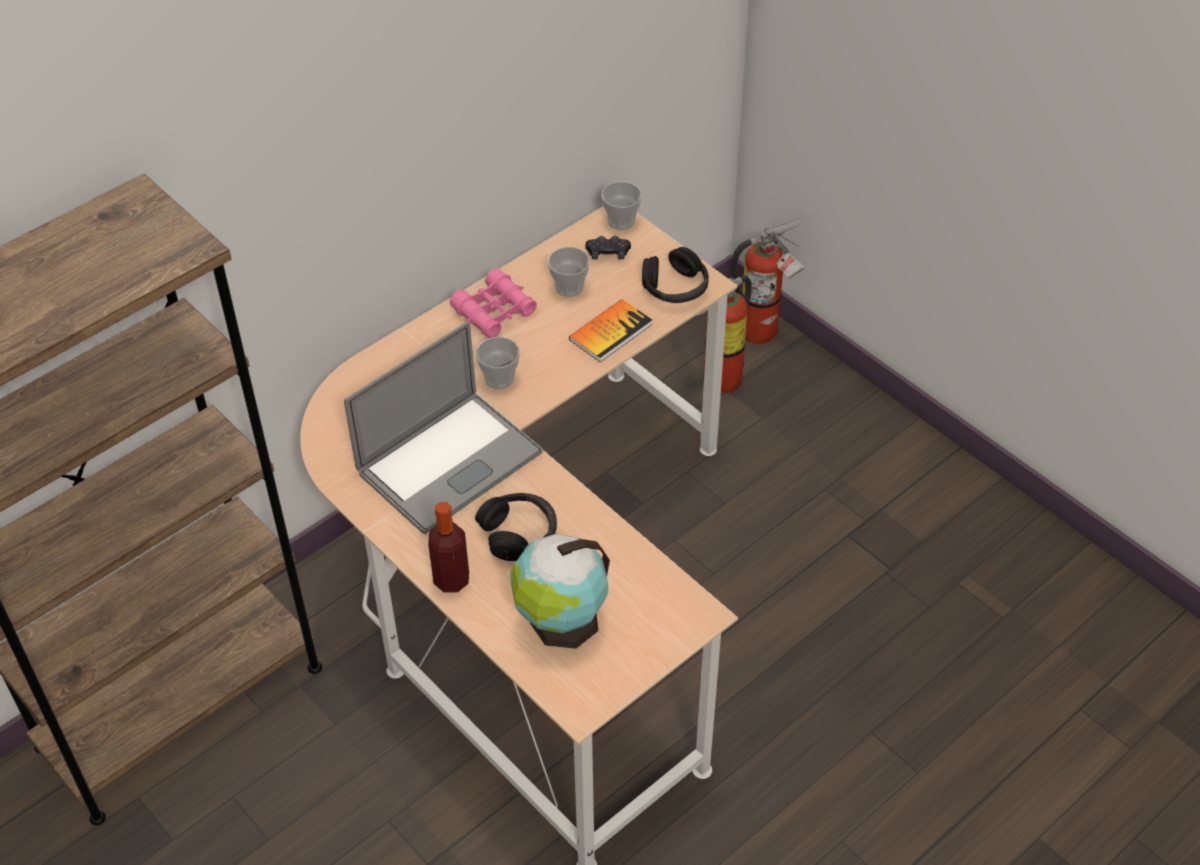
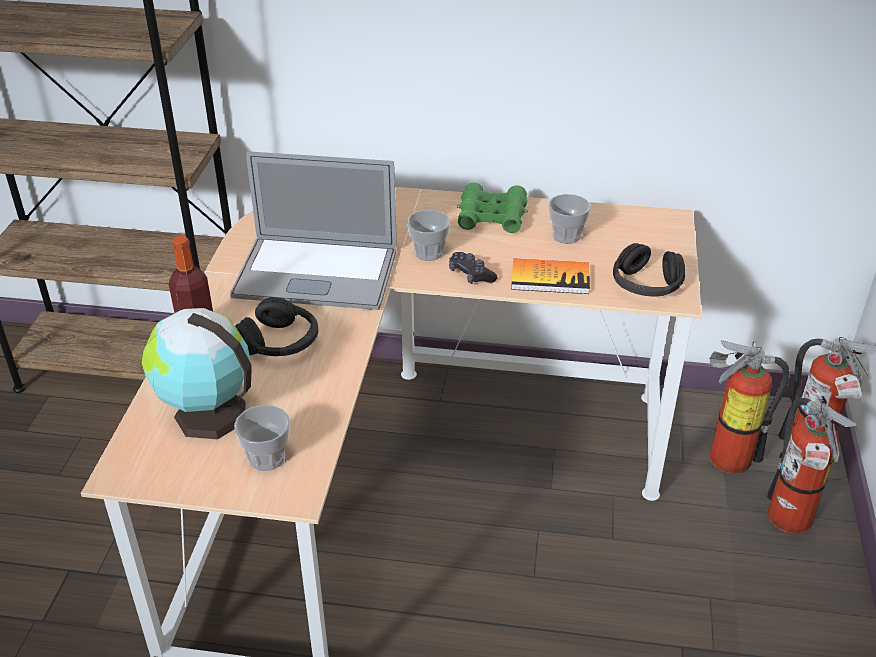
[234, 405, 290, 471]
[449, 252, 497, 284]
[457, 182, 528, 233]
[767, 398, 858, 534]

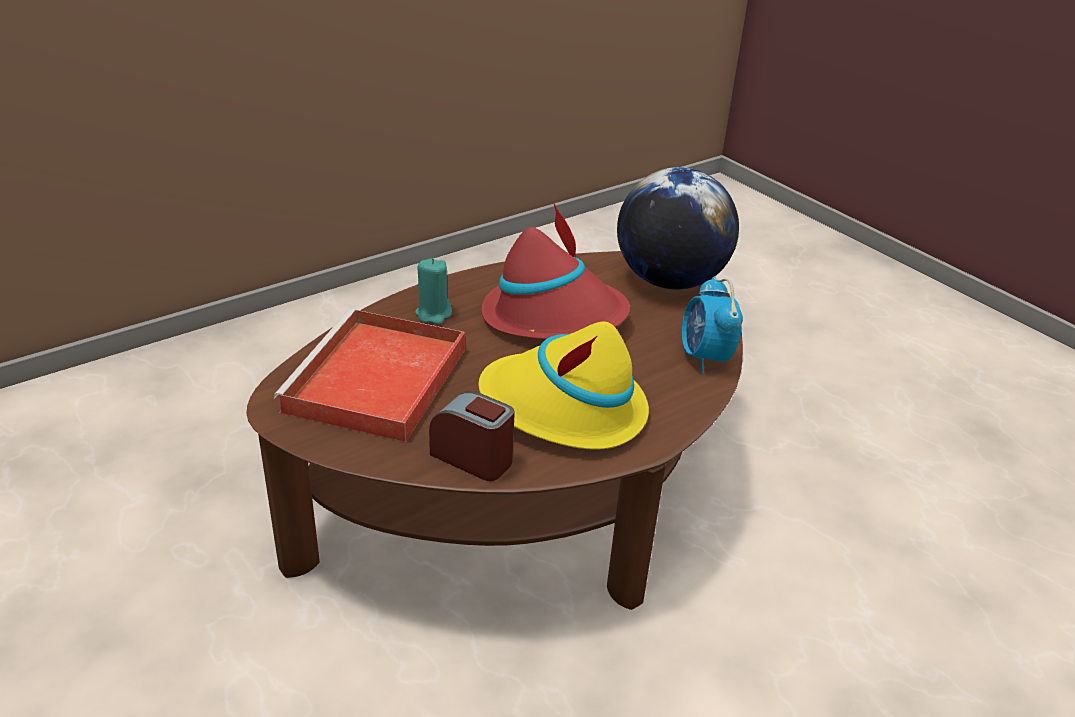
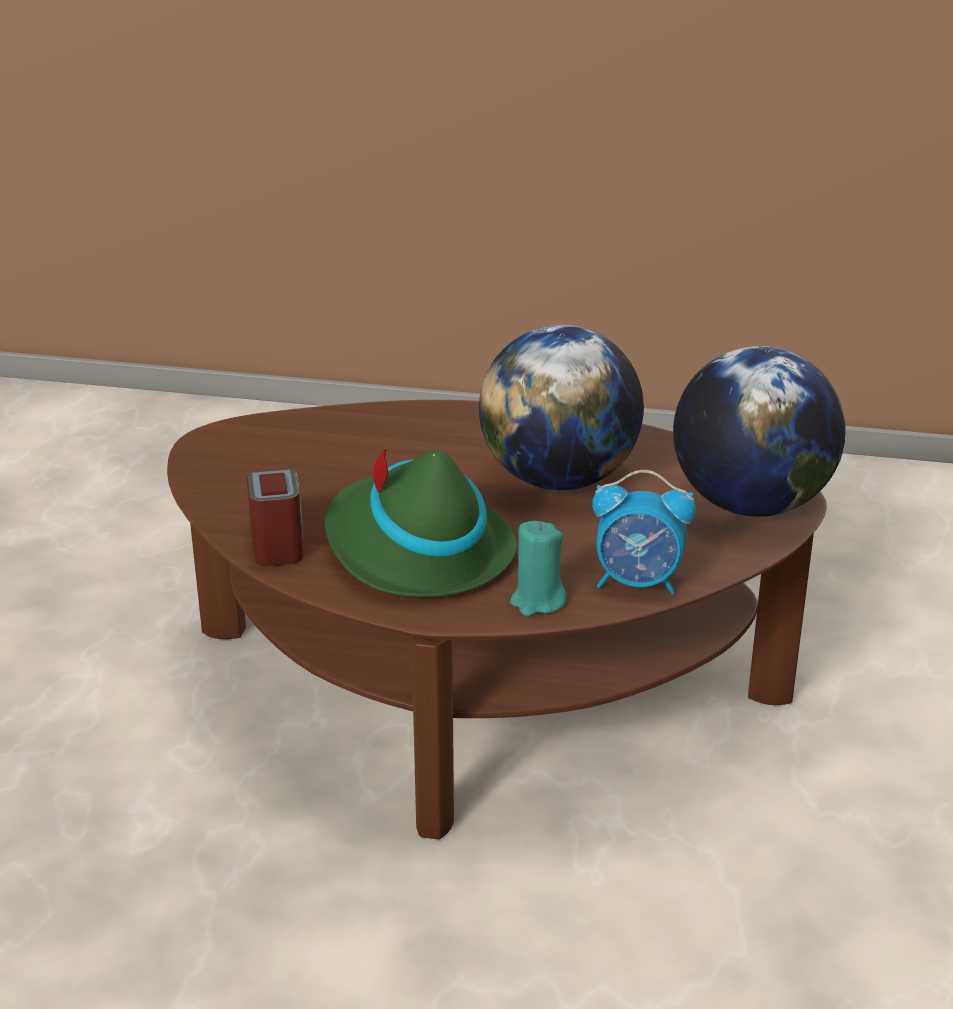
[479, 325, 644, 490]
[510, 521, 567, 616]
[592, 470, 696, 595]
[273, 309, 465, 442] (first image)
[325, 448, 517, 597]

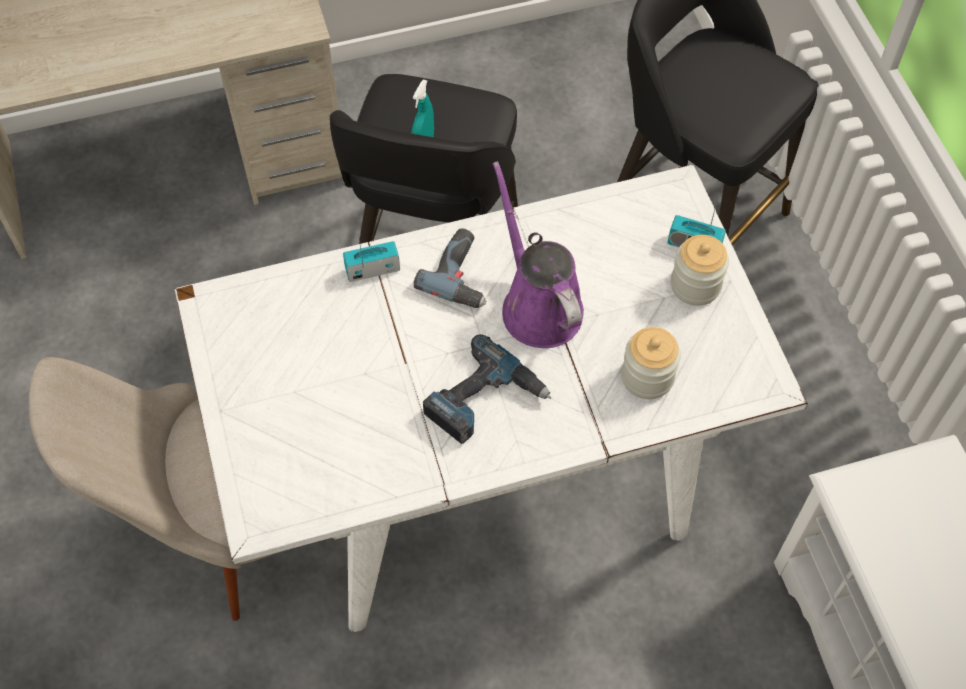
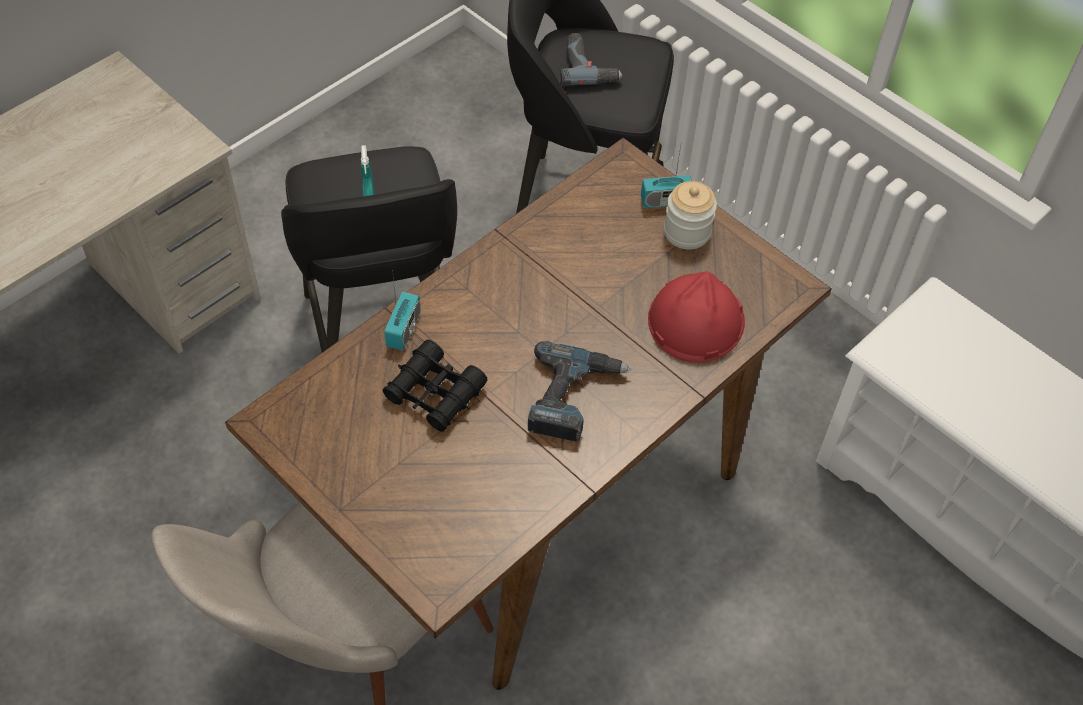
[493, 161, 584, 348] (first image)
[225, 138, 832, 690]
[560, 33, 622, 86]
[384, 270, 421, 351]
[648, 272, 745, 362]
[383, 340, 487, 432]

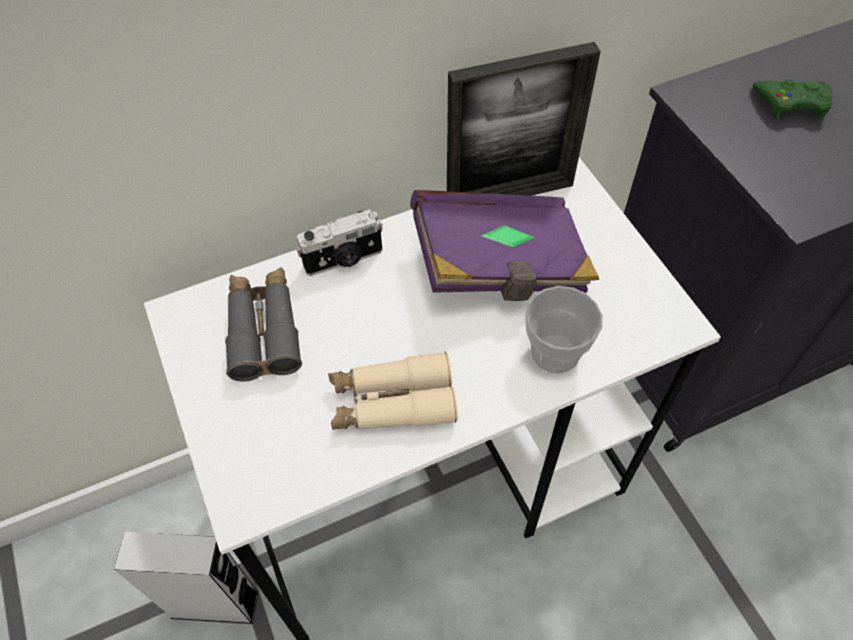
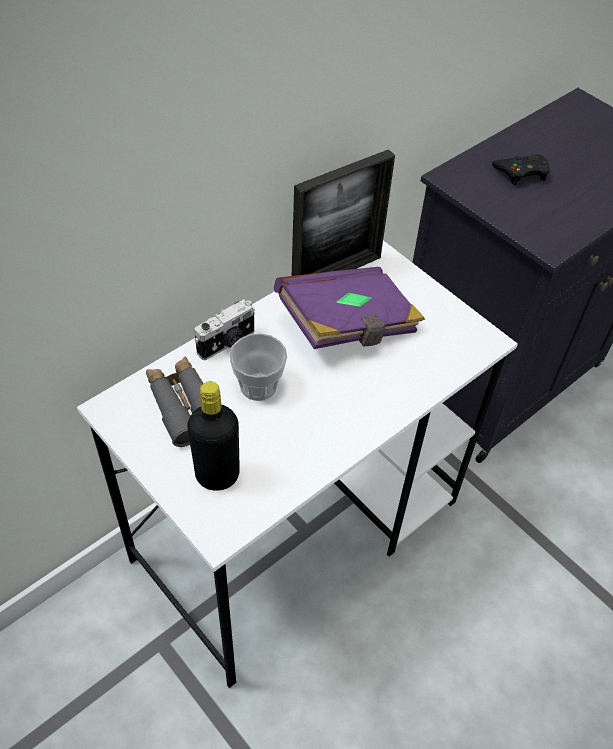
[492, 154, 550, 186]
[229, 333, 287, 401]
[328, 351, 458, 430] (first image)
[114, 532, 259, 624] (first image)
[187, 382, 240, 491]

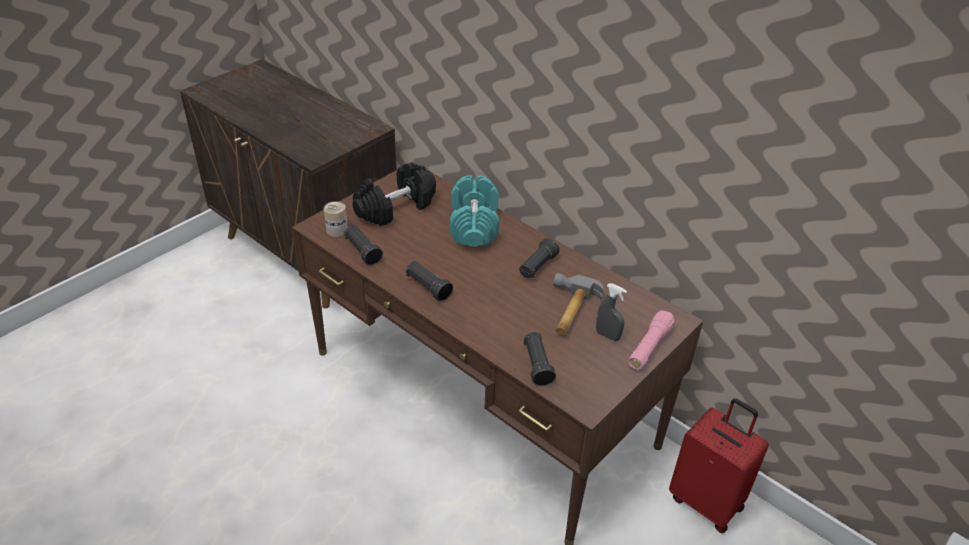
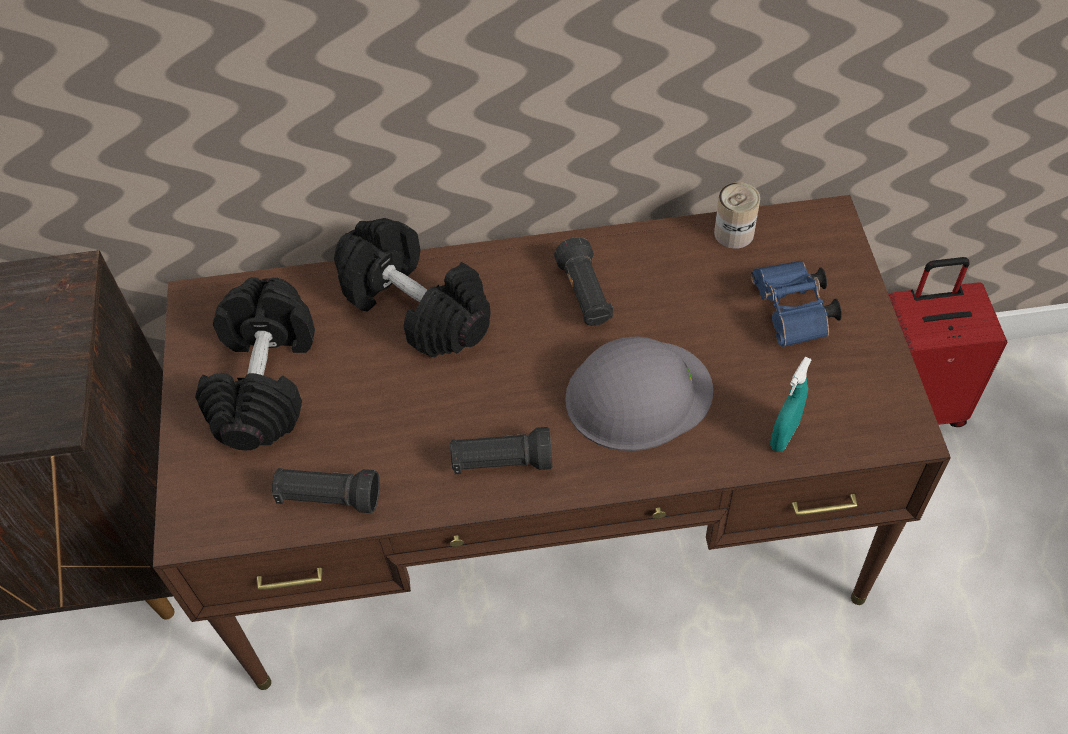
[334, 218, 491, 357]
[714, 182, 760, 249]
[553, 273, 603, 336] (first image)
[751, 261, 842, 347]
[628, 310, 675, 370] (first image)
[770, 357, 812, 452]
[565, 337, 713, 451]

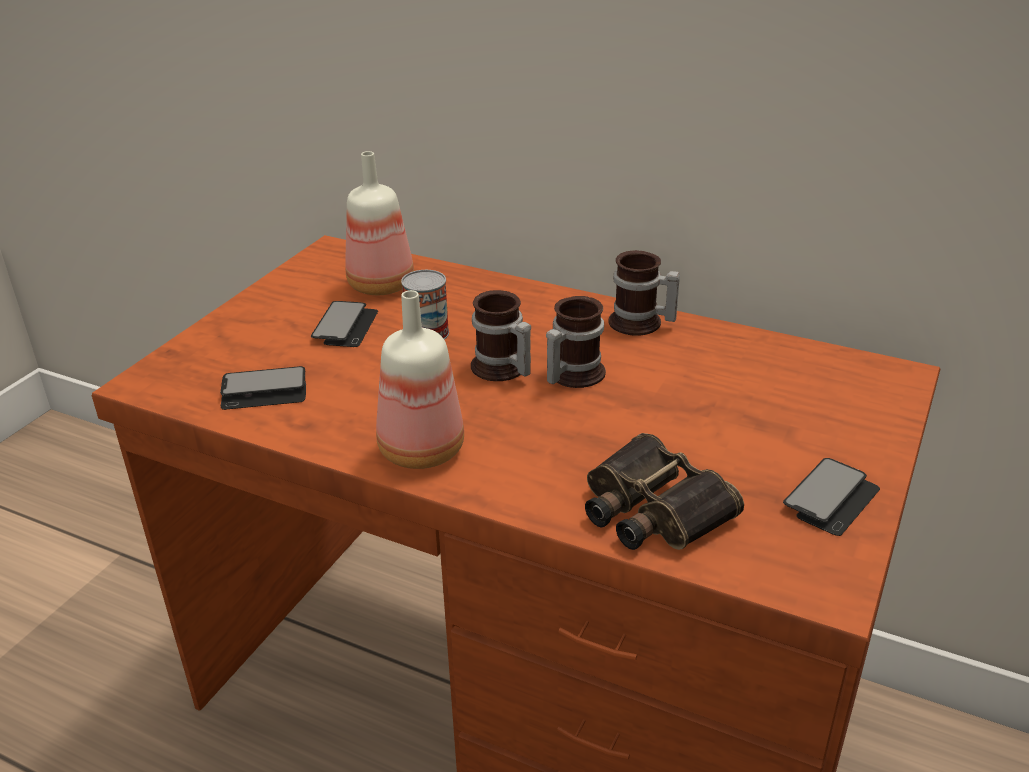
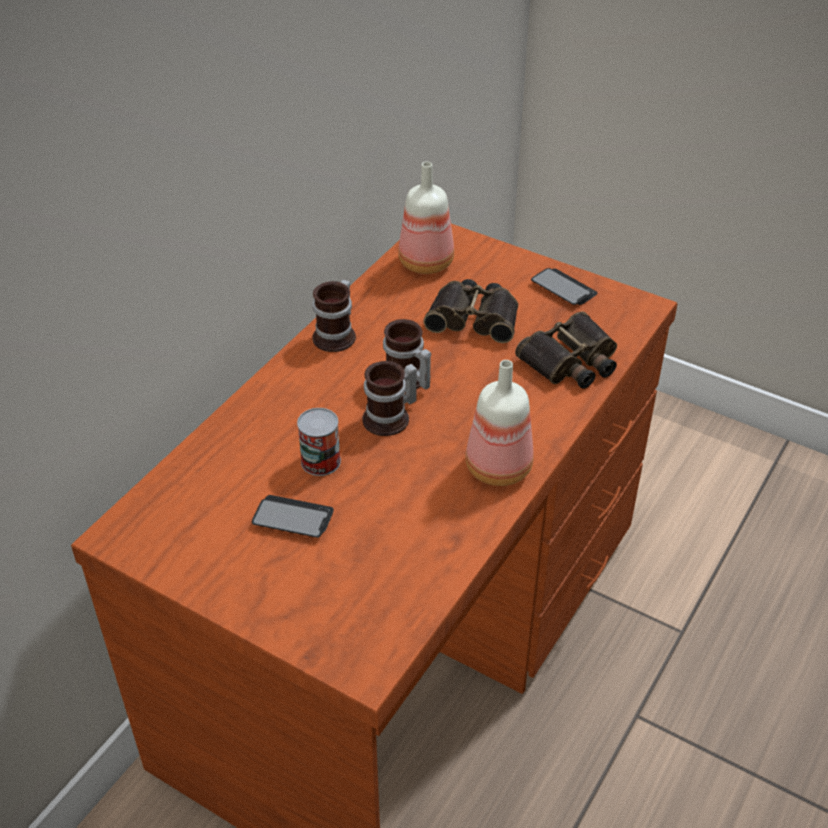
[398, 162, 454, 274]
[220, 366, 306, 410] (first image)
[424, 279, 518, 343]

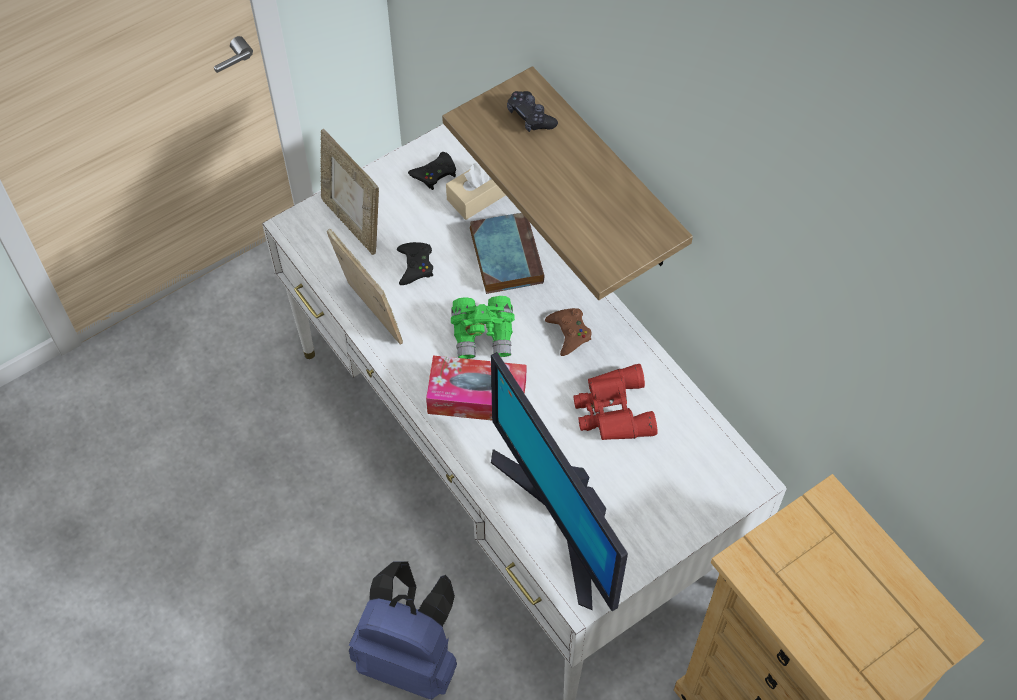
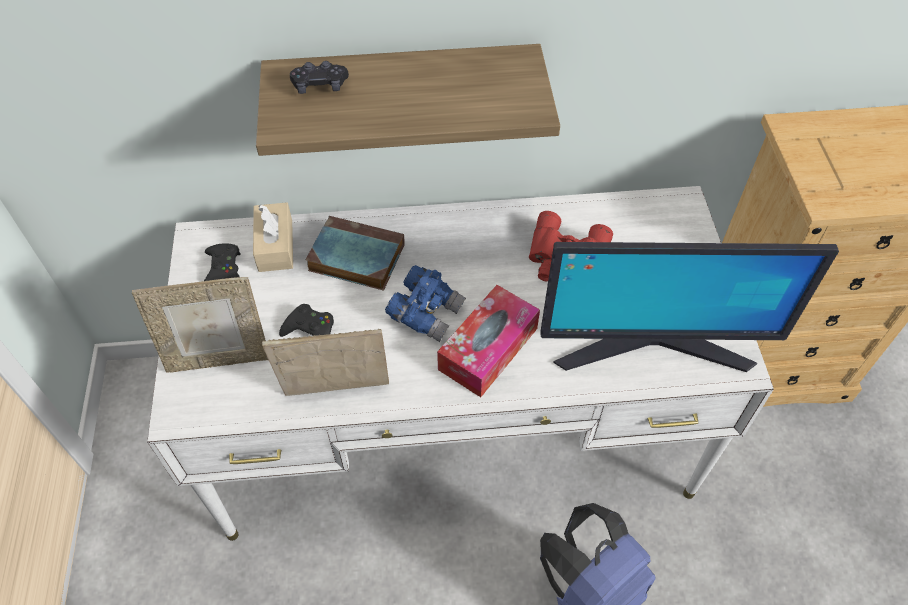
[385, 265, 466, 342]
[545, 308, 591, 356] (first image)

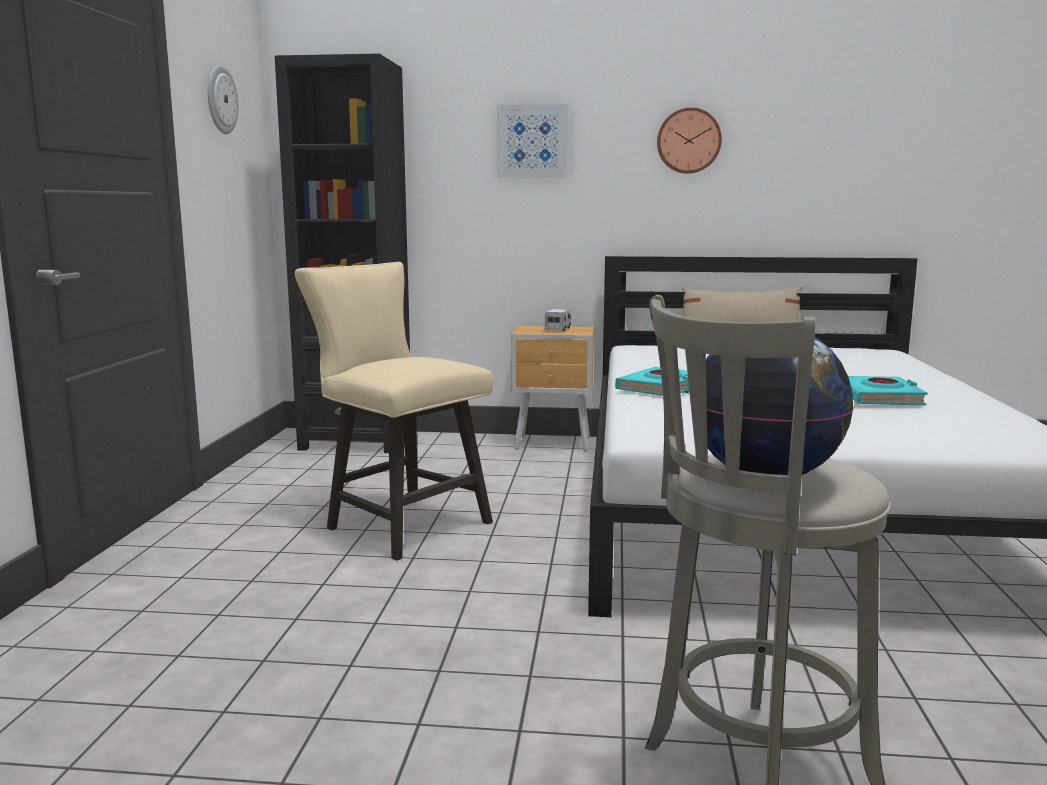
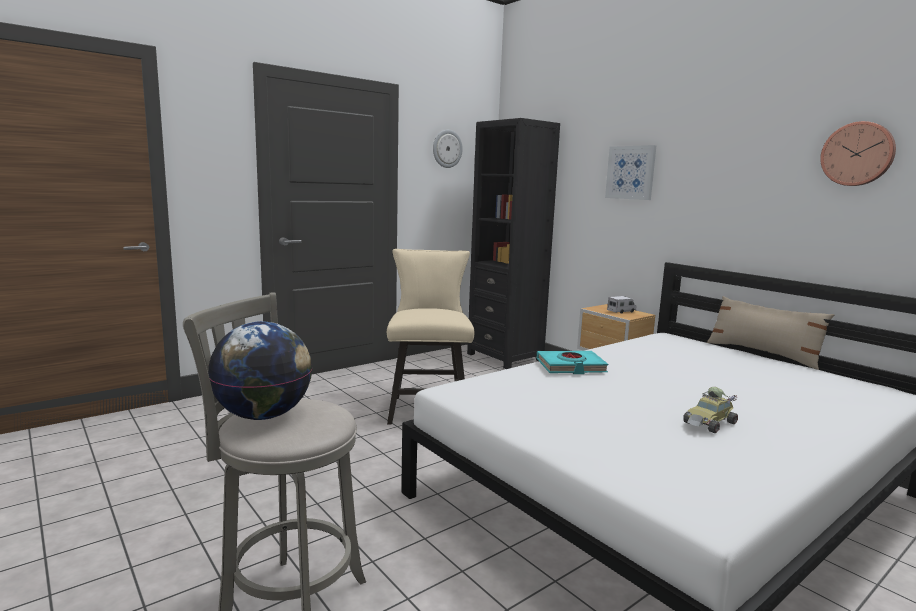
[820, 121, 896, 186]
[683, 387, 738, 433]

